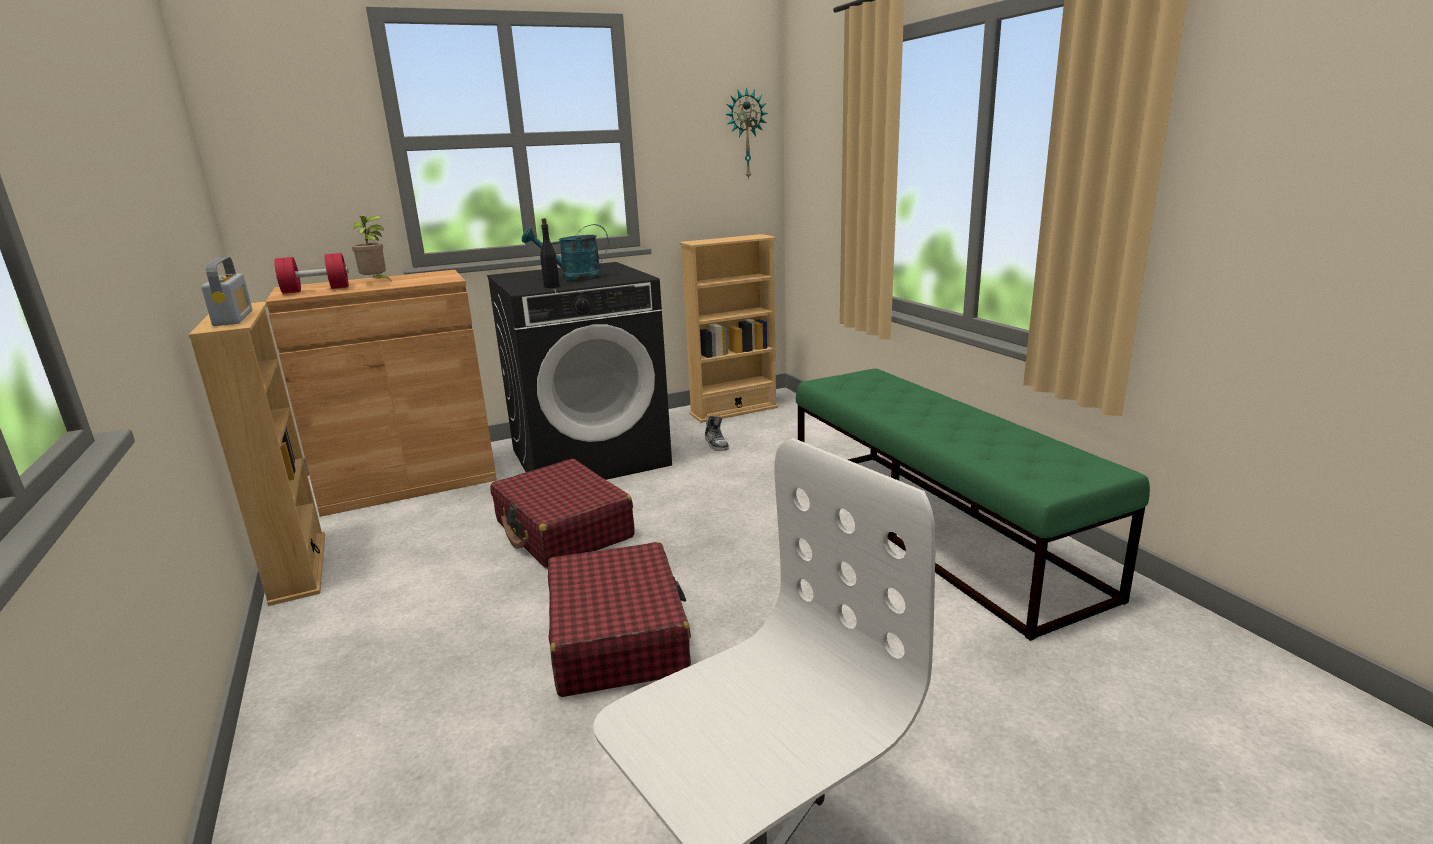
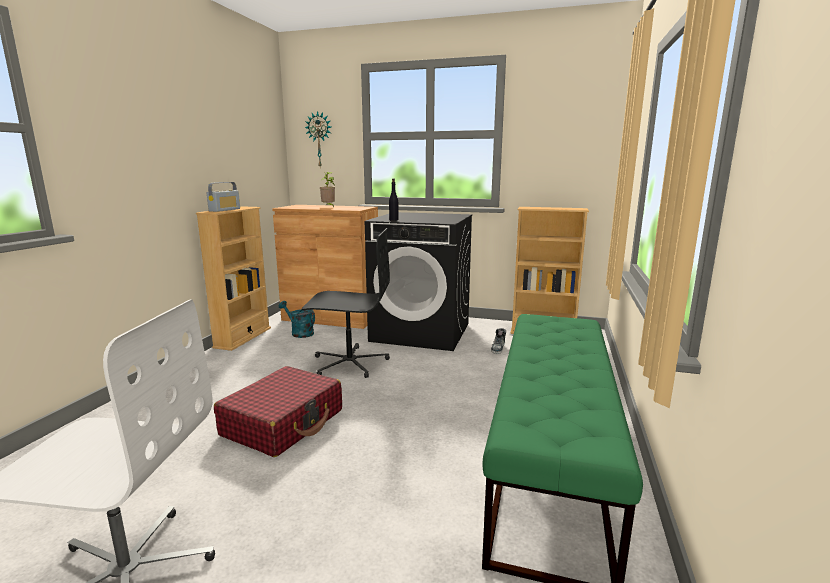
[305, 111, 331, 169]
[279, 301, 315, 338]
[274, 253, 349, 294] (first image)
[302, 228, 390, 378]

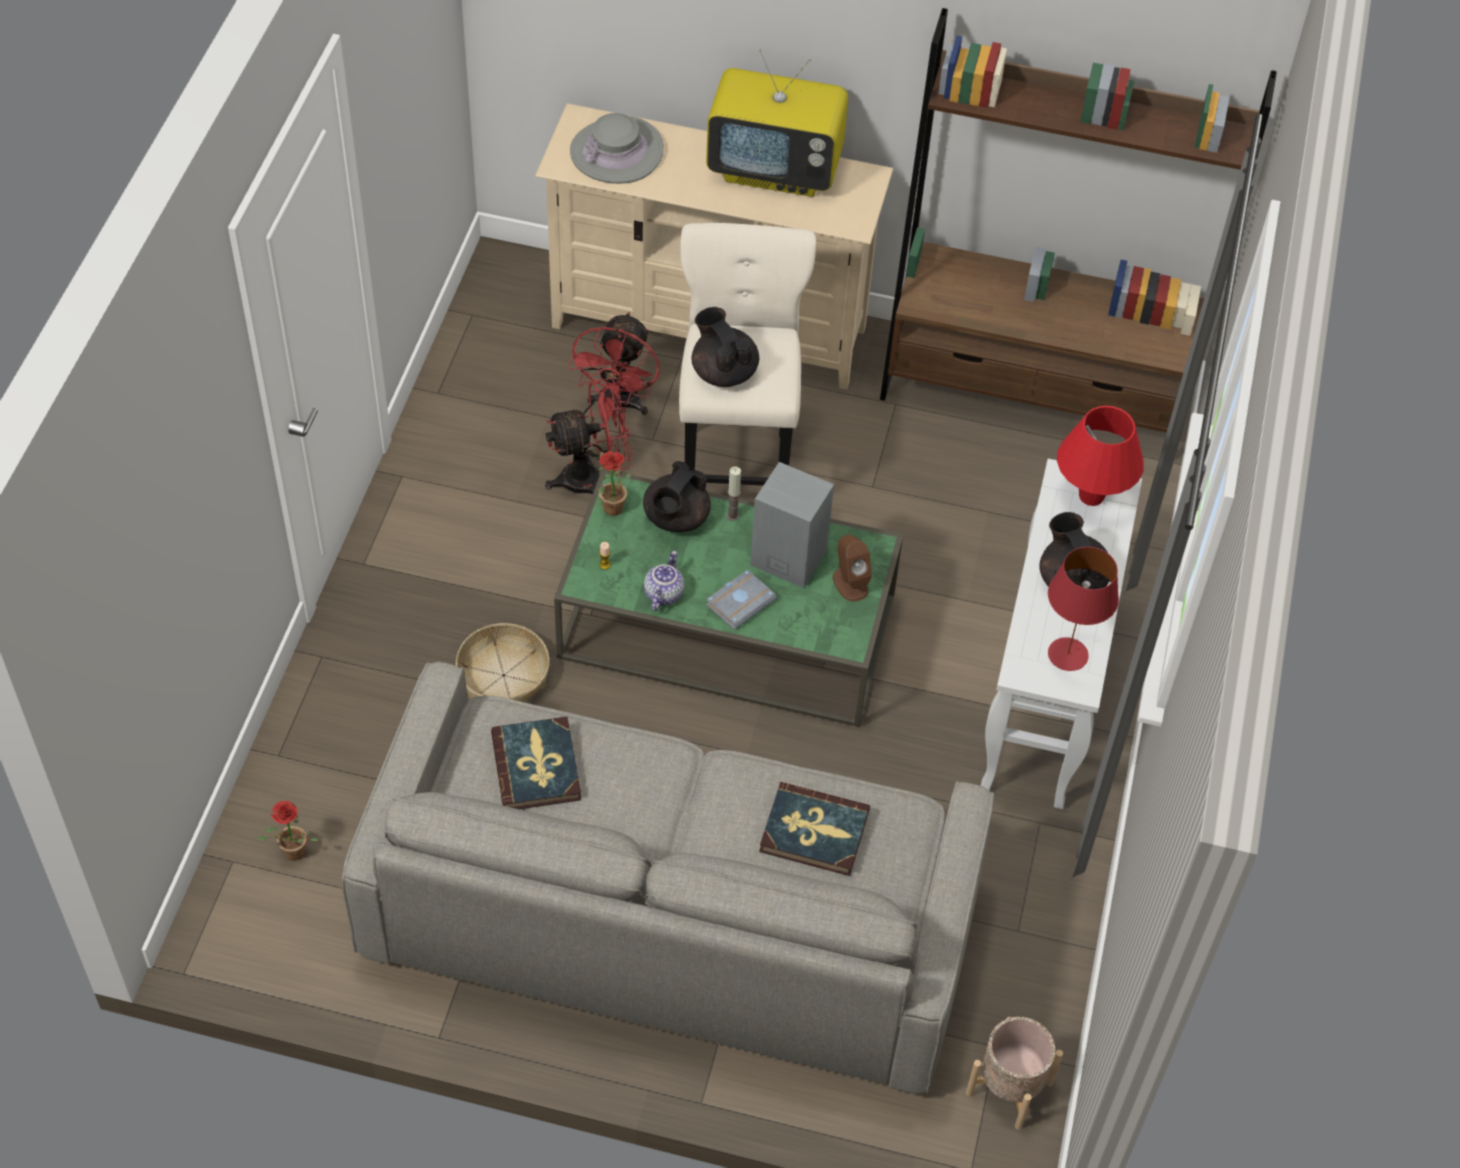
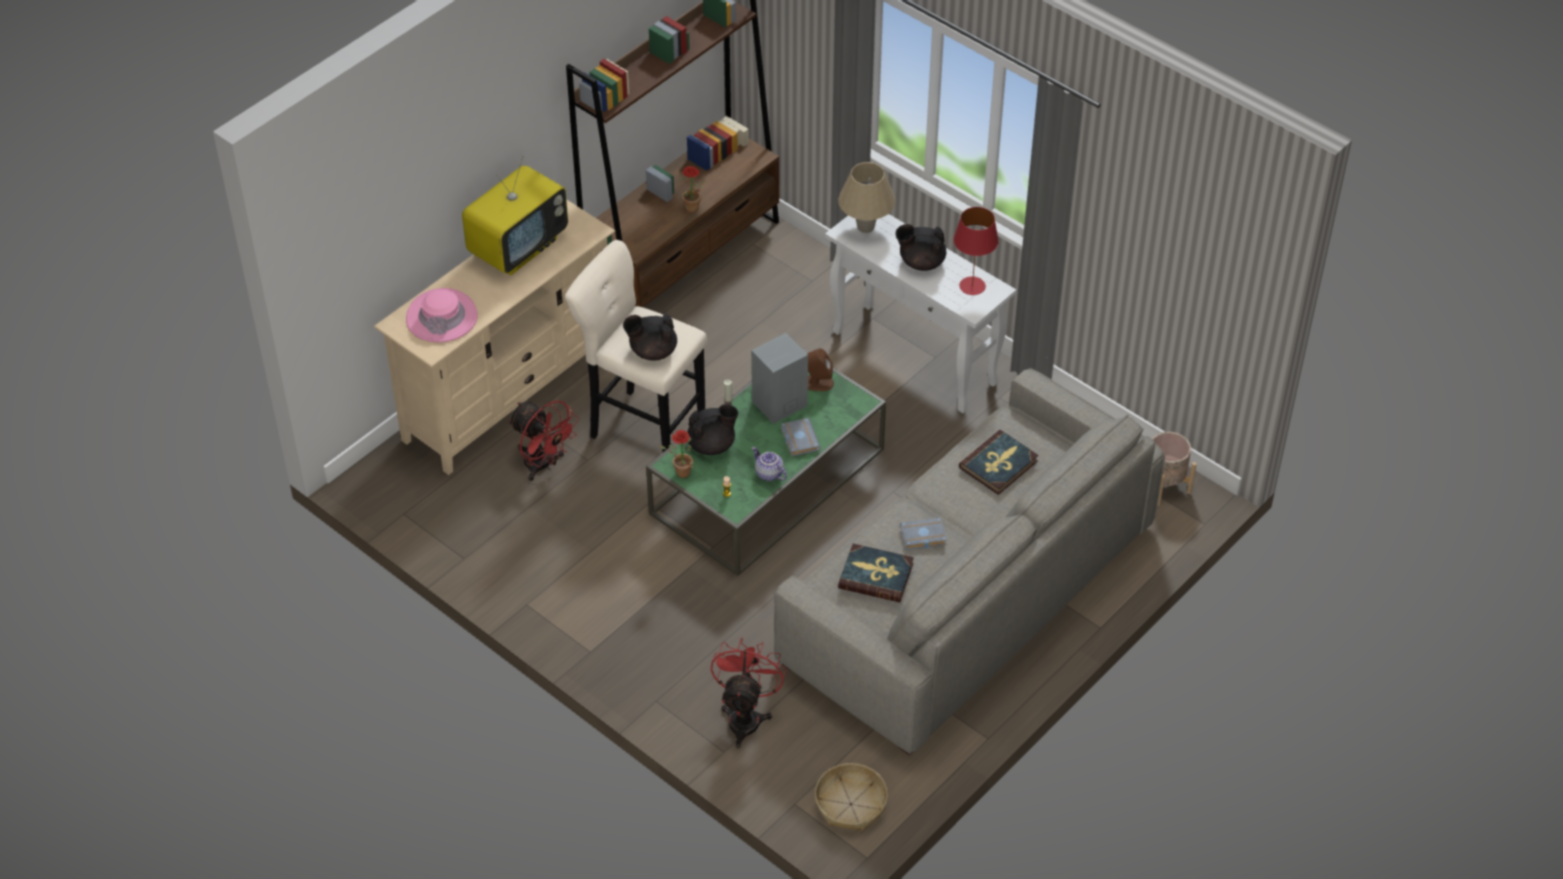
[406, 288, 478, 343]
[711, 638, 786, 748]
[838, 162, 896, 233]
[687, 404, 738, 455]
[815, 763, 888, 831]
[680, 166, 706, 213]
[900, 518, 947, 550]

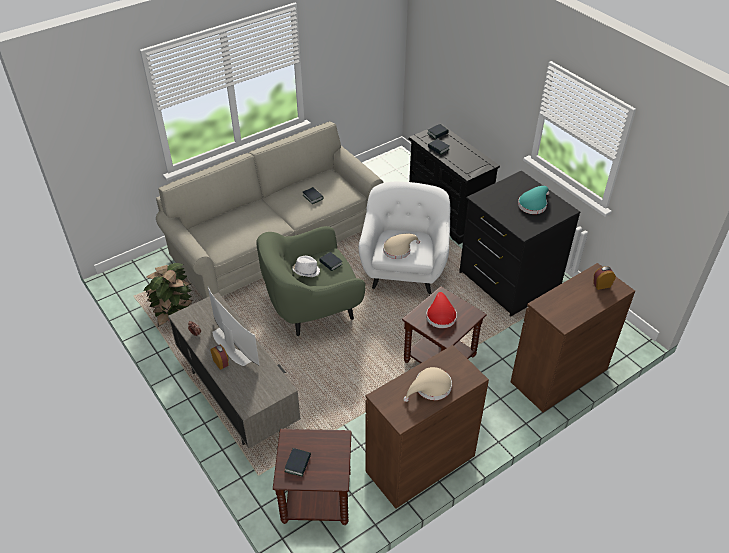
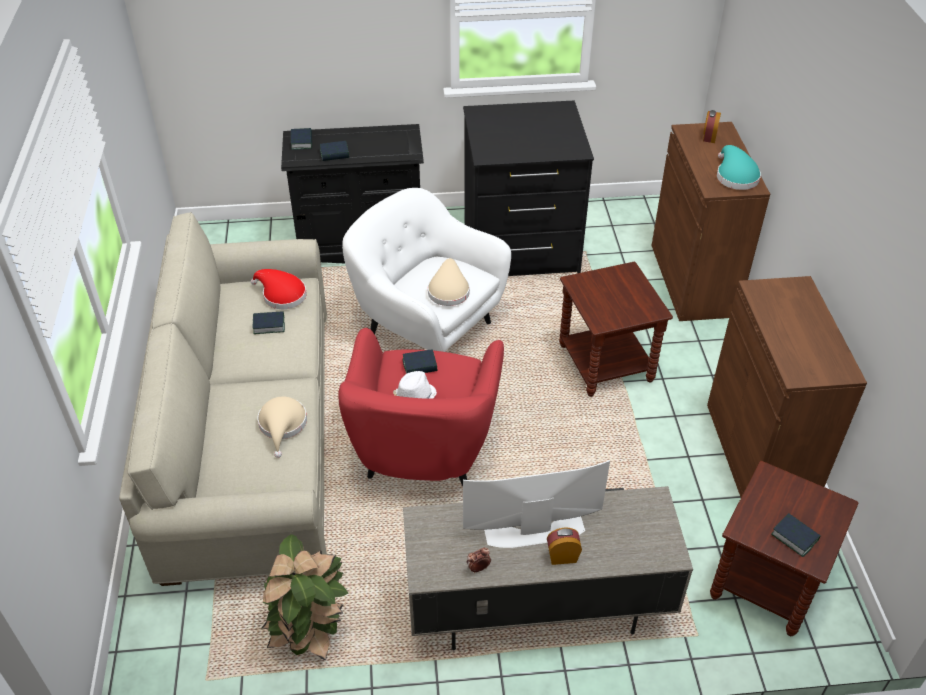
[717, 145, 761, 190]
[338, 328, 504, 486]
[251, 269, 307, 309]
[257, 396, 307, 458]

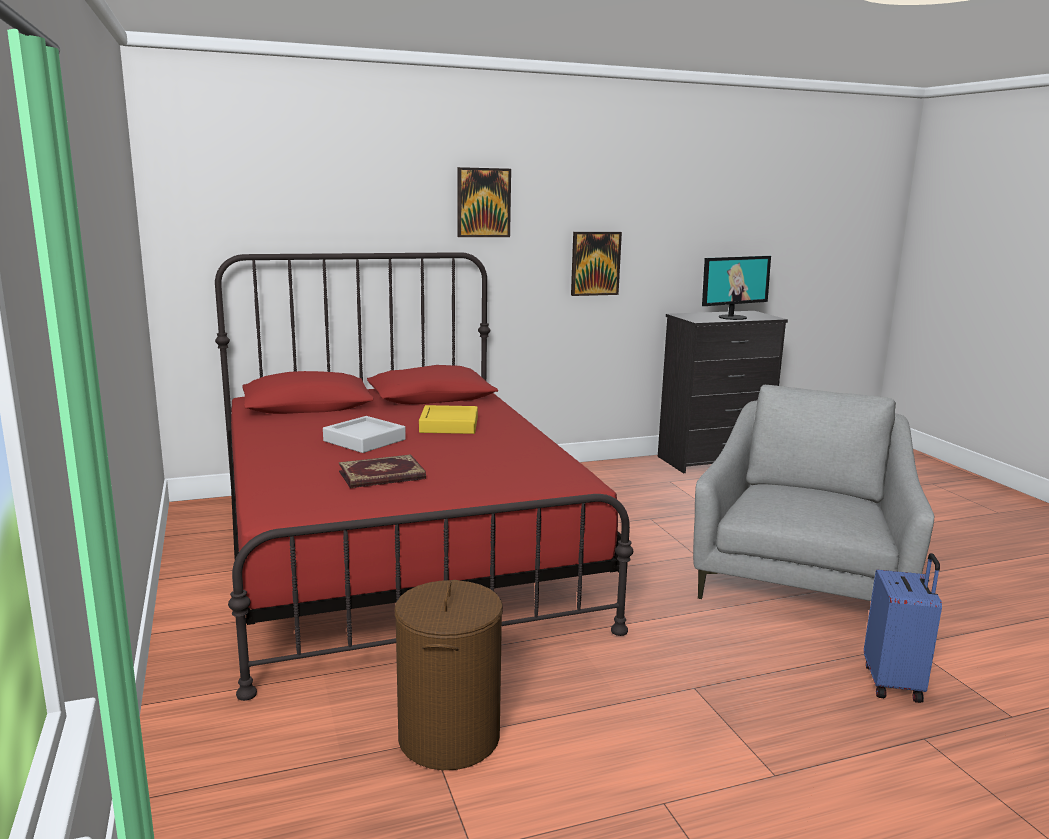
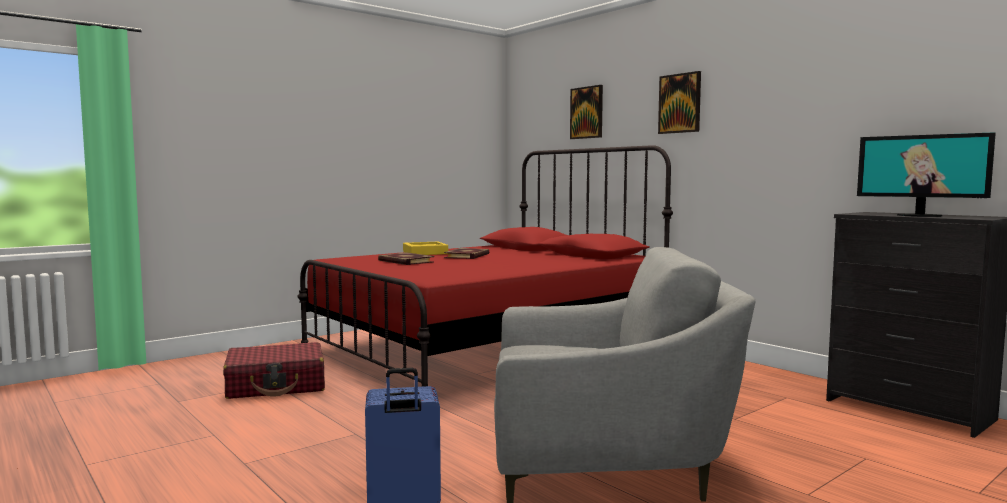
[570, 85, 603, 139]
[403, 242, 448, 255]
[444, 248, 489, 259]
[223, 342, 325, 399]

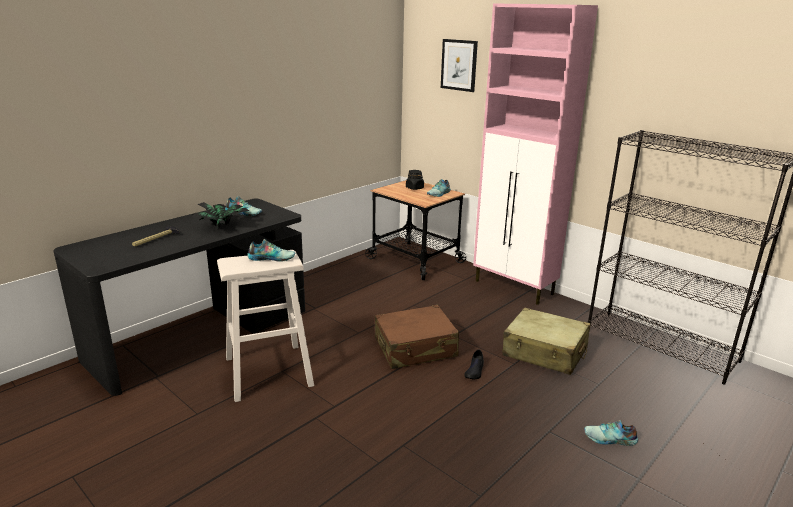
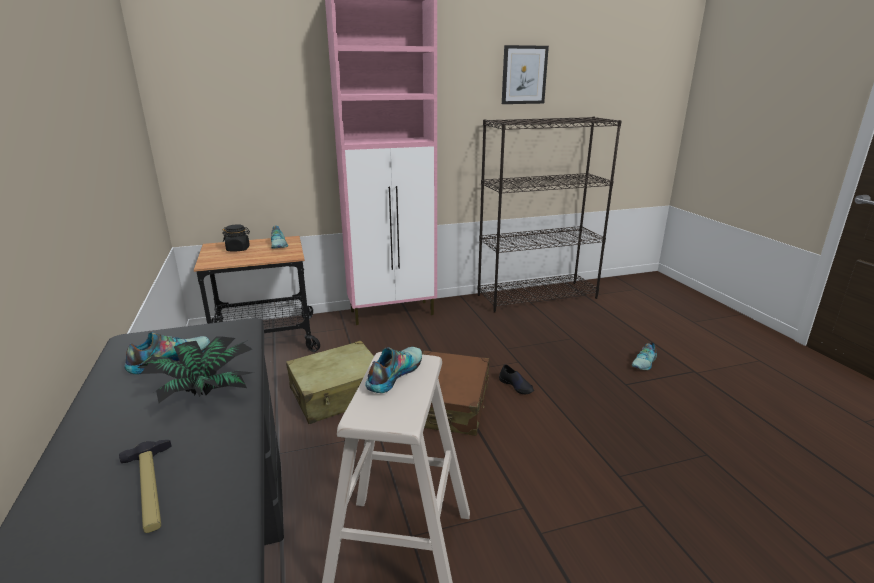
[502, 45, 549, 104]
[286, 341, 374, 424]

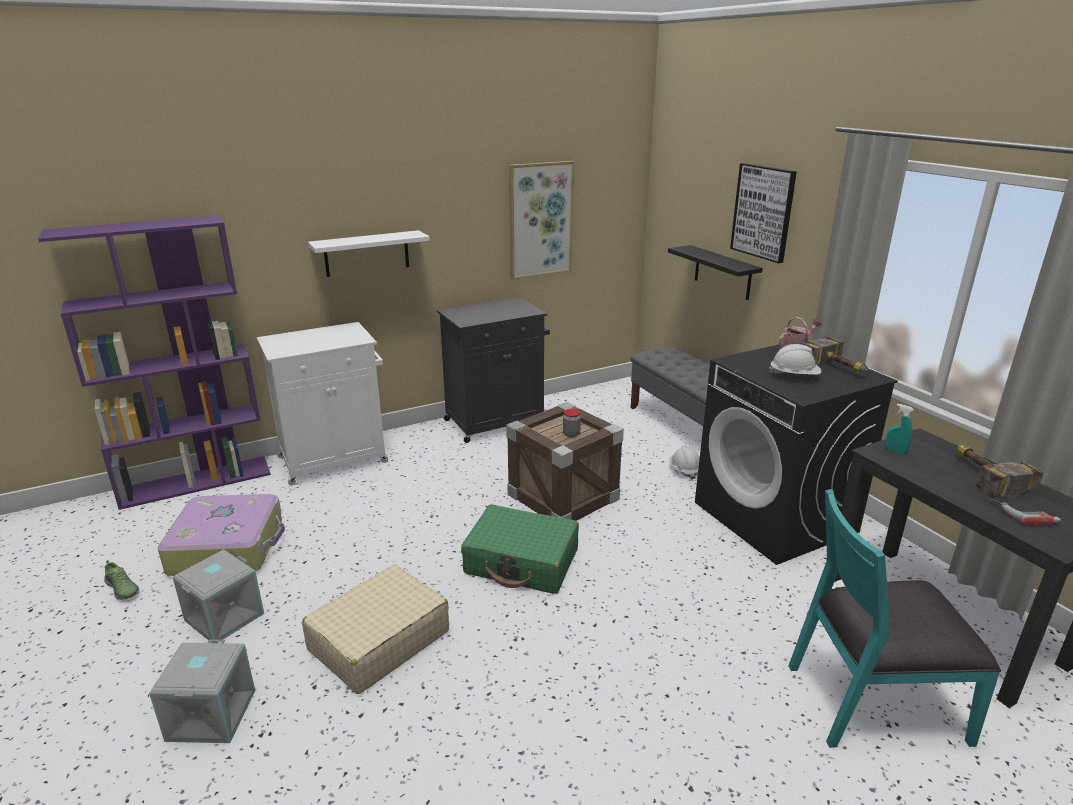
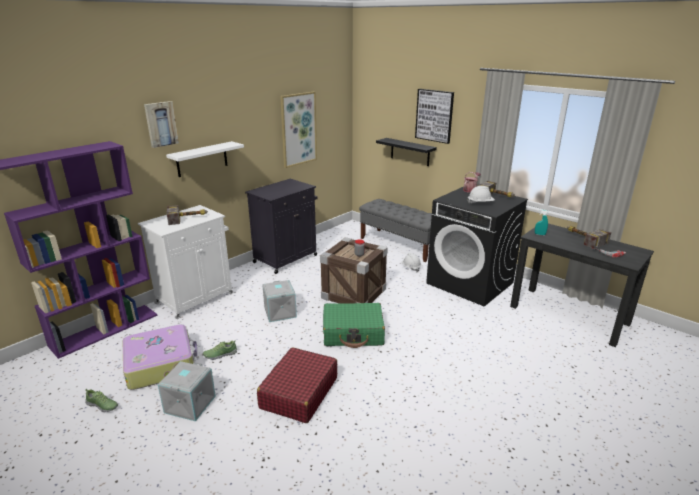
[789, 489, 1001, 748] (first image)
[257, 347, 337, 423]
[262, 280, 297, 322]
[144, 101, 179, 148]
[167, 205, 208, 225]
[203, 340, 237, 360]

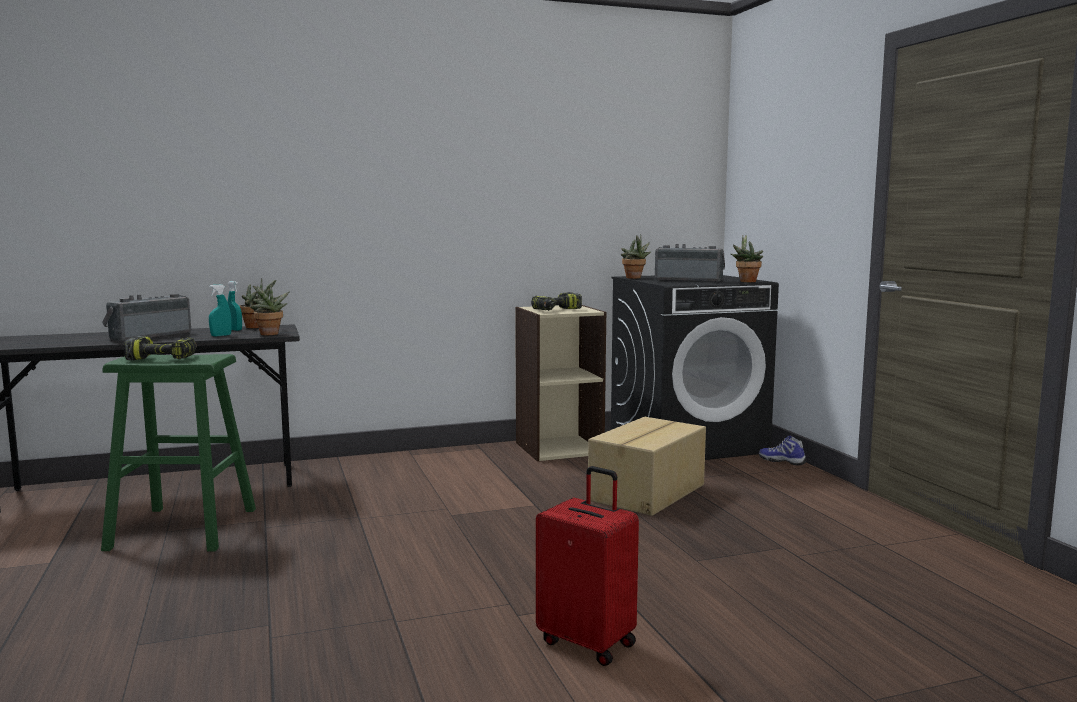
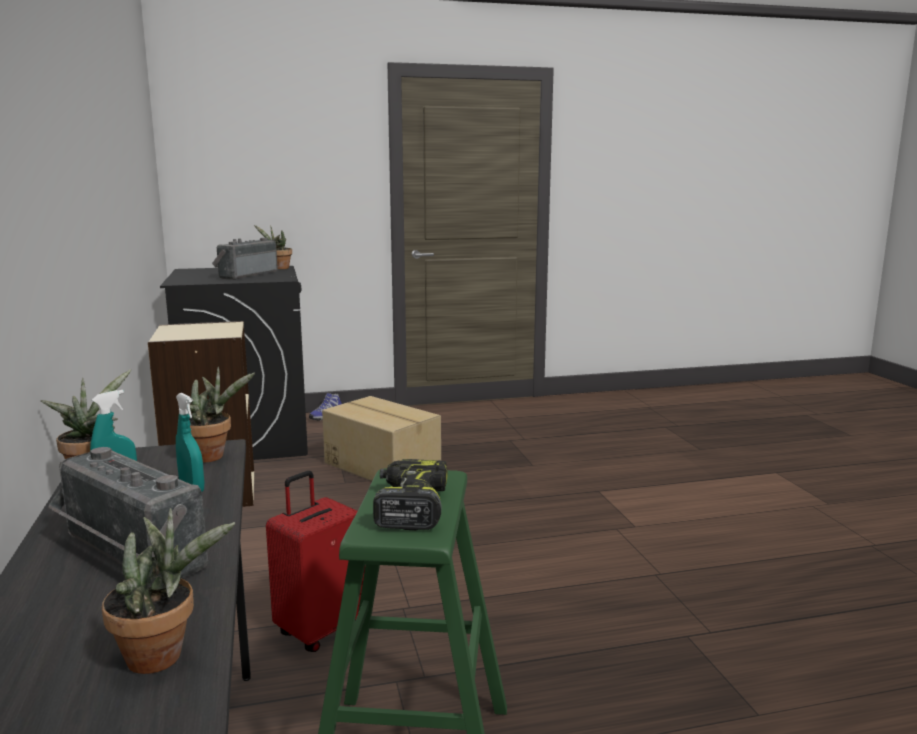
[102, 508, 236, 674]
[531, 292, 582, 311] (first image)
[266, 471, 365, 652]

